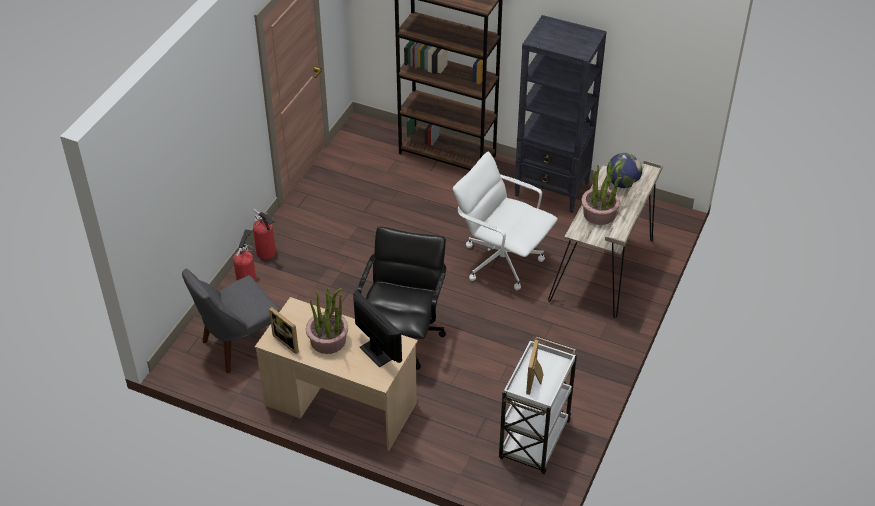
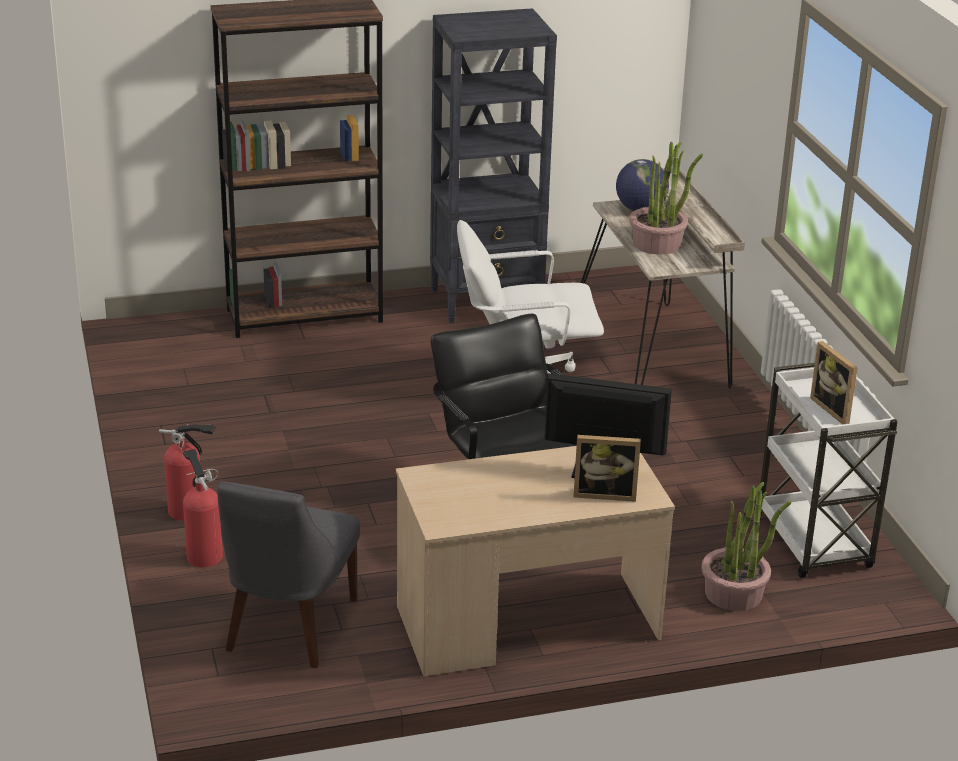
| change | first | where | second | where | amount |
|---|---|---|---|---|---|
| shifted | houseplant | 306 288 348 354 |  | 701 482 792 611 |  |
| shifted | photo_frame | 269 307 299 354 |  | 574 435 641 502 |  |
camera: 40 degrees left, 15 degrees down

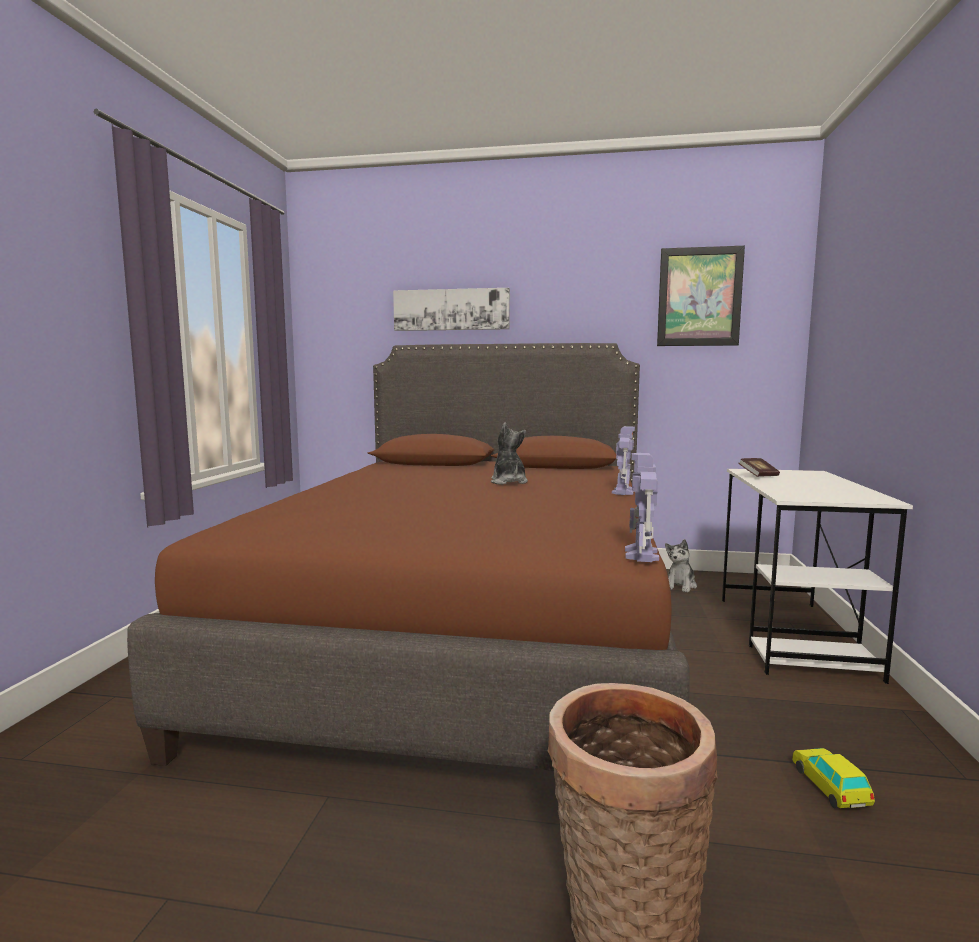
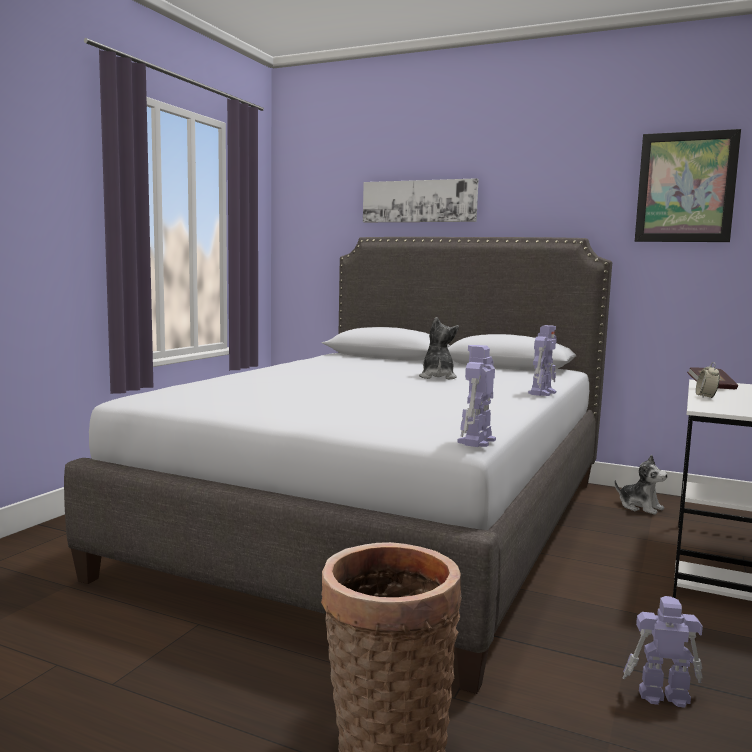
| change | first | where | second | where | amount |
|---|---|---|---|---|---|
| repainted | brownish_sleeping_bed | 127 343 689 771 | grey_sleeping_bed | 64 237 612 694 |  |
| rotated | plush_toy | 665 539 697 592 |  | 615 455 668 515 | 90 degrees counterclockwise |
| swapped | miniature_car | 792 748 875 808 | model_robot | 623 596 703 708 |  |
| new |  |  | table_clock | 696 362 720 398 |  |
camera: 15 degrees right, 0 degrees up

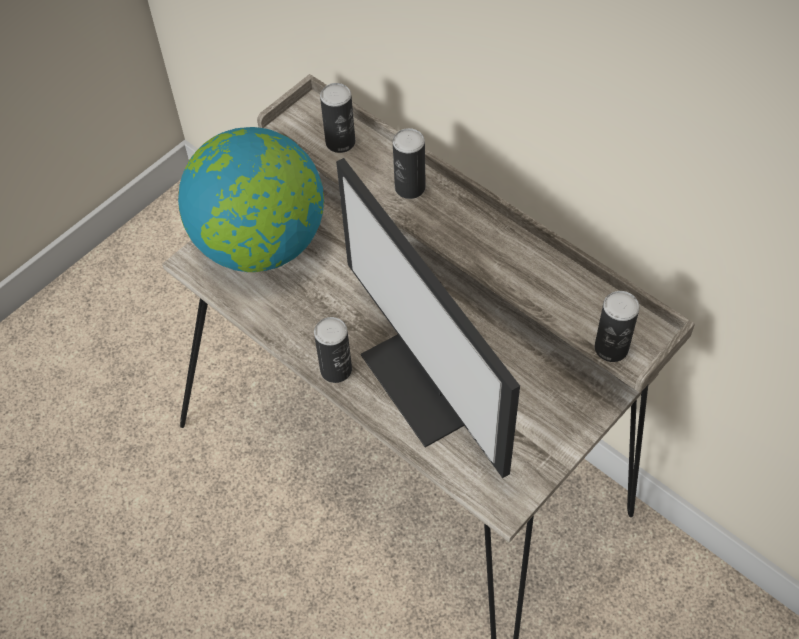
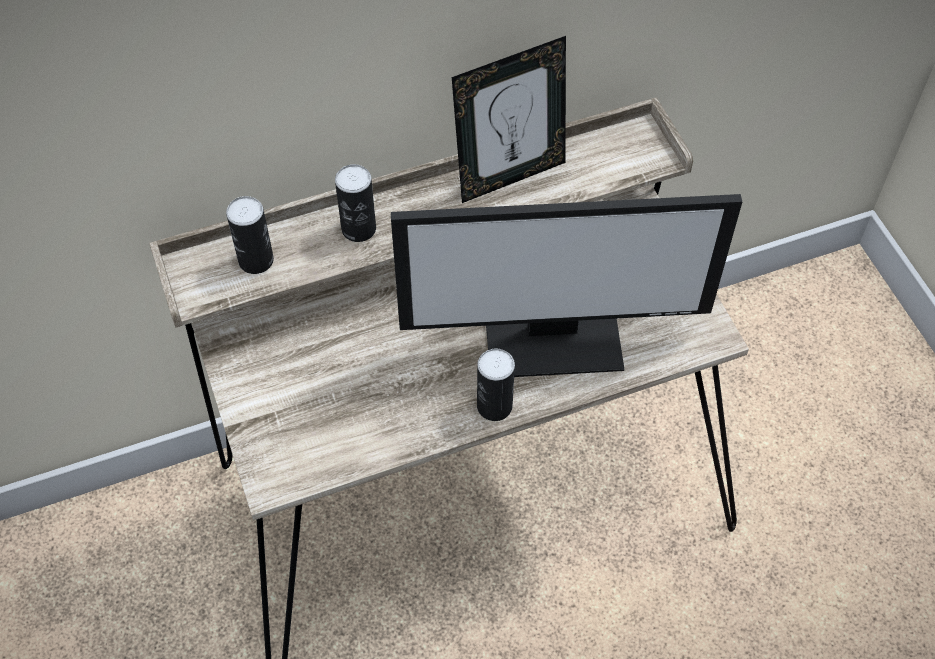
| change | first | where | second | where | amount |
|---|---|---|---|---|---|
| gone | world_globe | 178 127 324 272 |  |  |  |
| gone | sealed_can | 595 291 640 362 |  |  |  |
| new |  |  | photo_frame | 452 36 566 203 |  |
camera: 65 degrees left, 0 degrees up

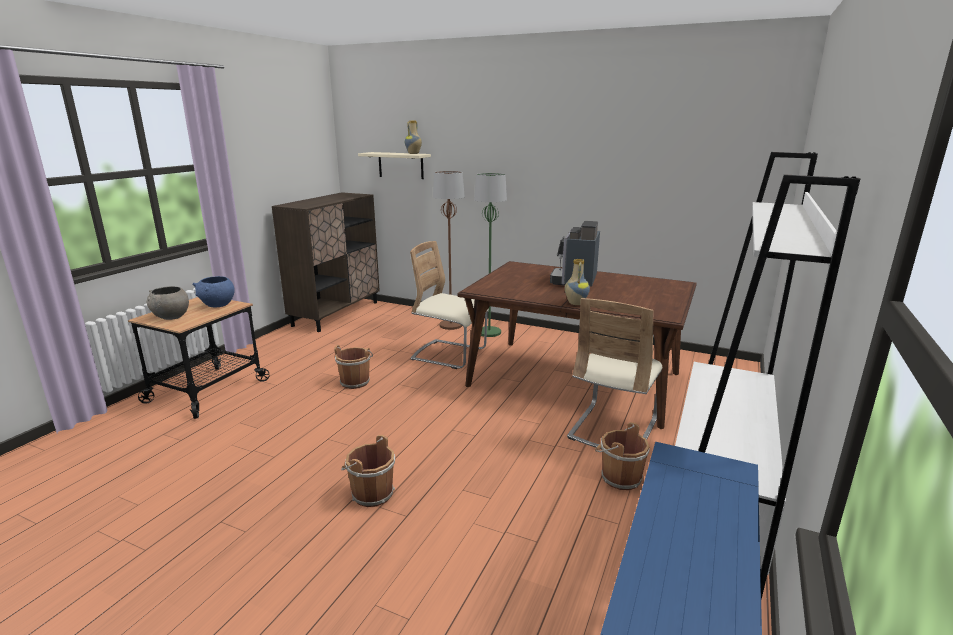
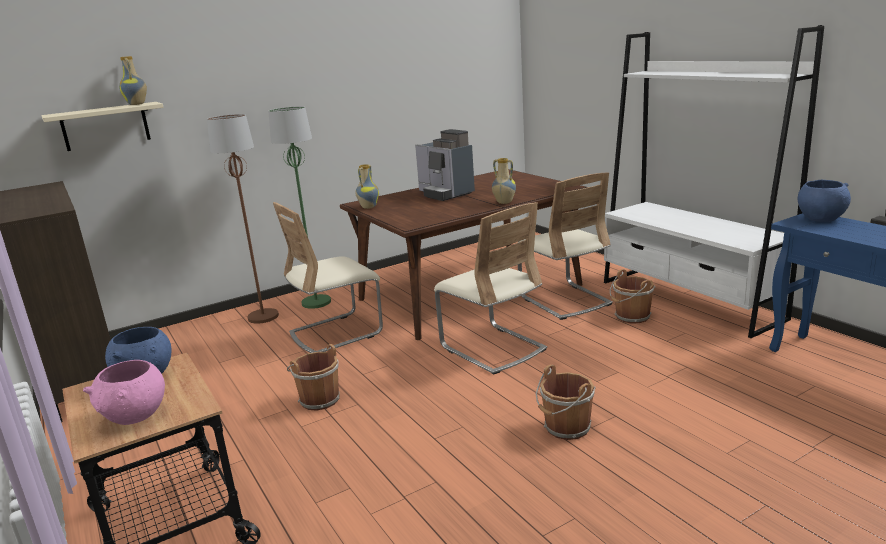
| change | first | where | second | where | amount |
|---|---|---|---|---|---|
| repainted | grey_deep_dish | 147 286 189 320 | pinkish_deep_dish | 83 360 165 425 |  |
| new |  |  | flower_vase | 356 164 379 209 |  |
| new |  |  | blue-coloured_deep_dish | 798 179 851 222 |  |
| new |  |  | sand-coloured_plain_chair | 434 202 547 375 |  |
camera: 55 degrees left, 0 degrees up

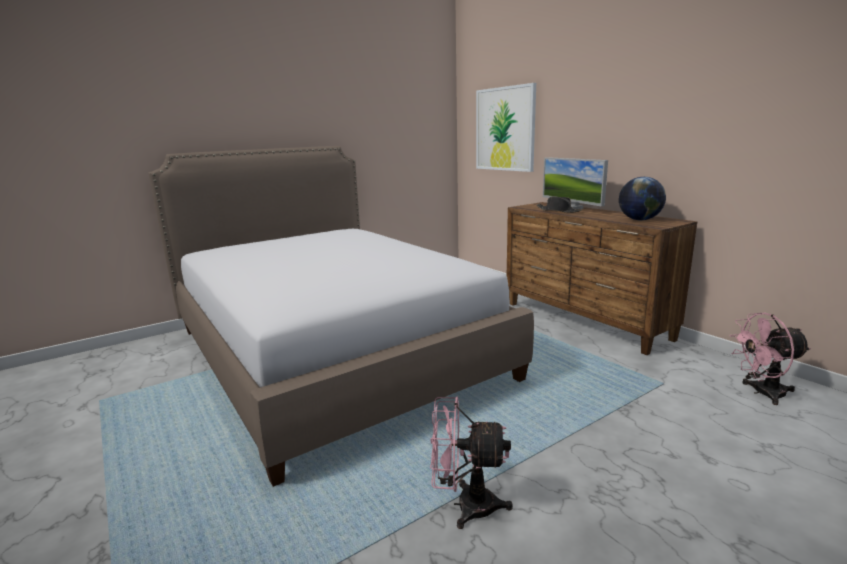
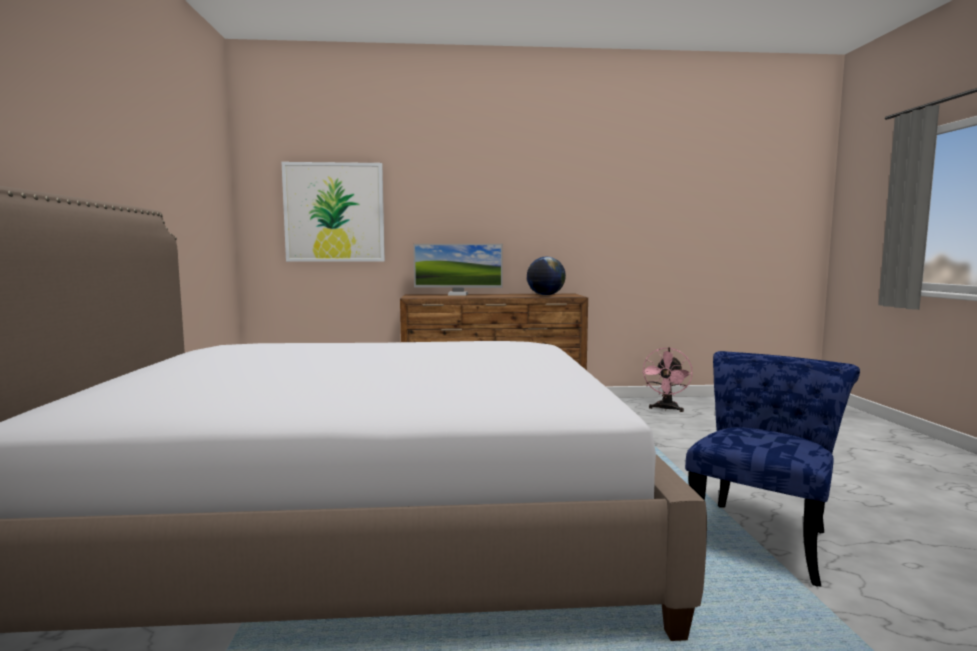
| change | first | where | second | where | amount |
|---|---|---|---|---|---|
| gone | black-coloured_clothing_hat | 536 196 582 213 |  |  |  |
| swapped | pinkish_fan | 430 396 513 529 | blue-coloured_plain_chair | 685 351 860 587 |  |
camera: 60 degrees left, 10 degrees down

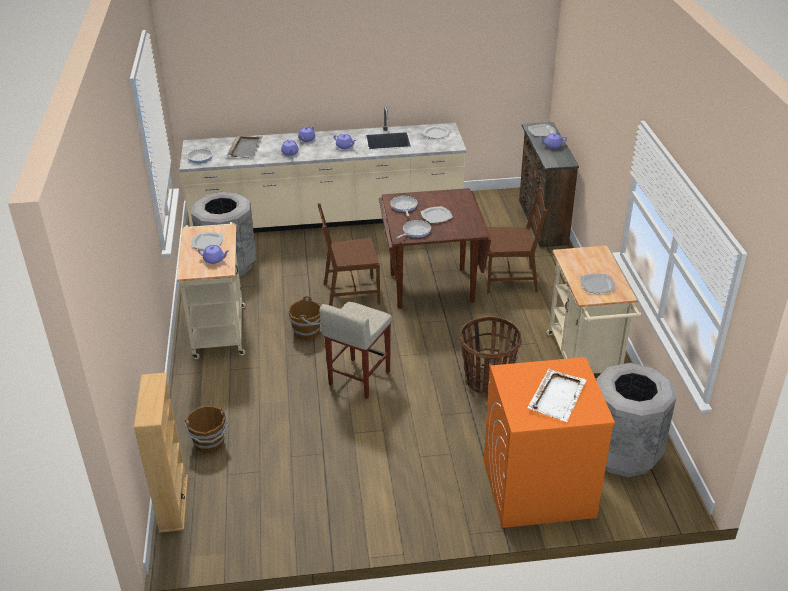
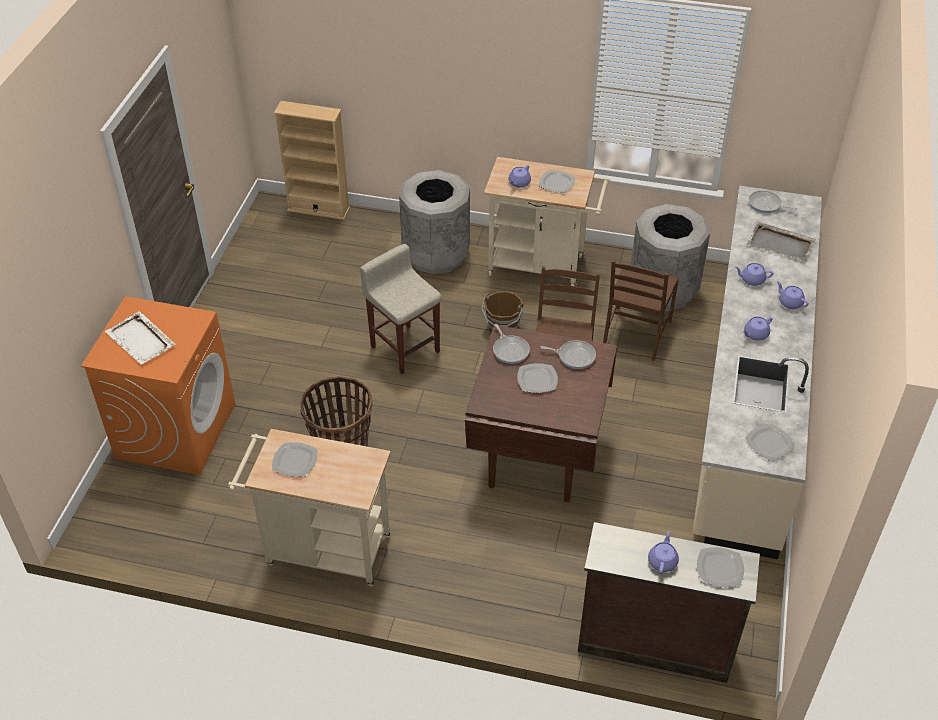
| change | first | where | second | where | amount |
|---|---|---|---|---|---|
| shifted | brownish_plain_chair | 485 187 547 293 |  | 603 260 679 361 |  |
| shifted | grey_waste_bin | 596 363 676 477 |  | 399 170 470 274 |  |
| gone | brownish_bucket | 185 405 229 453 |  |  |  |
camera: 110 degrees right, 10 degrees up

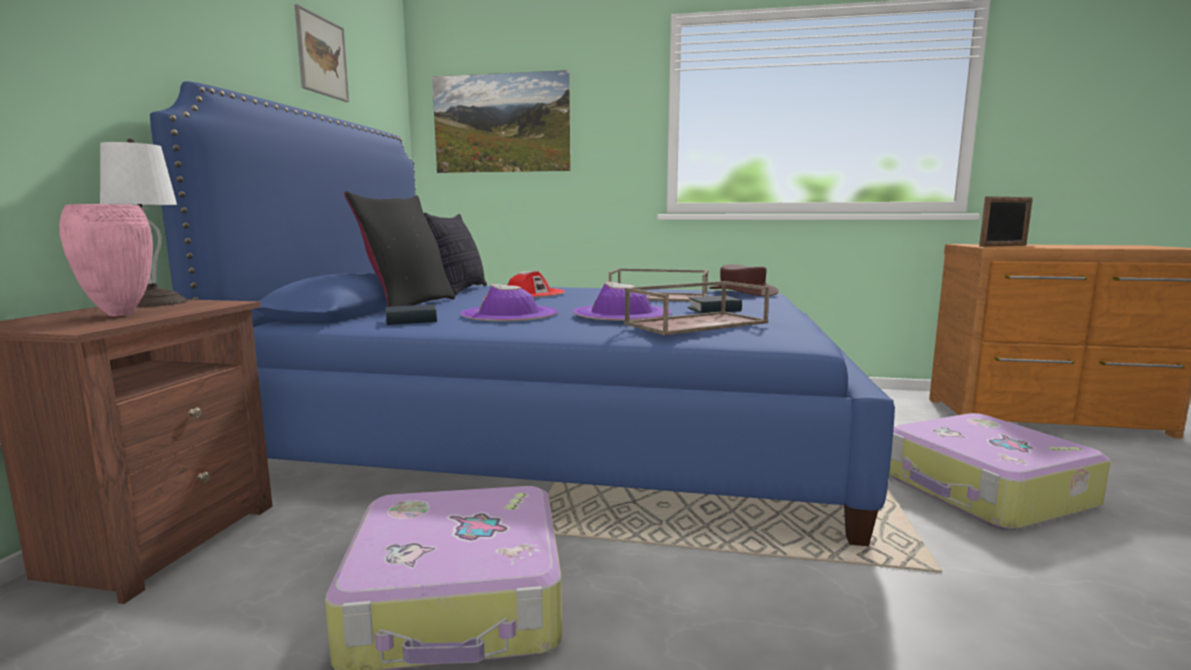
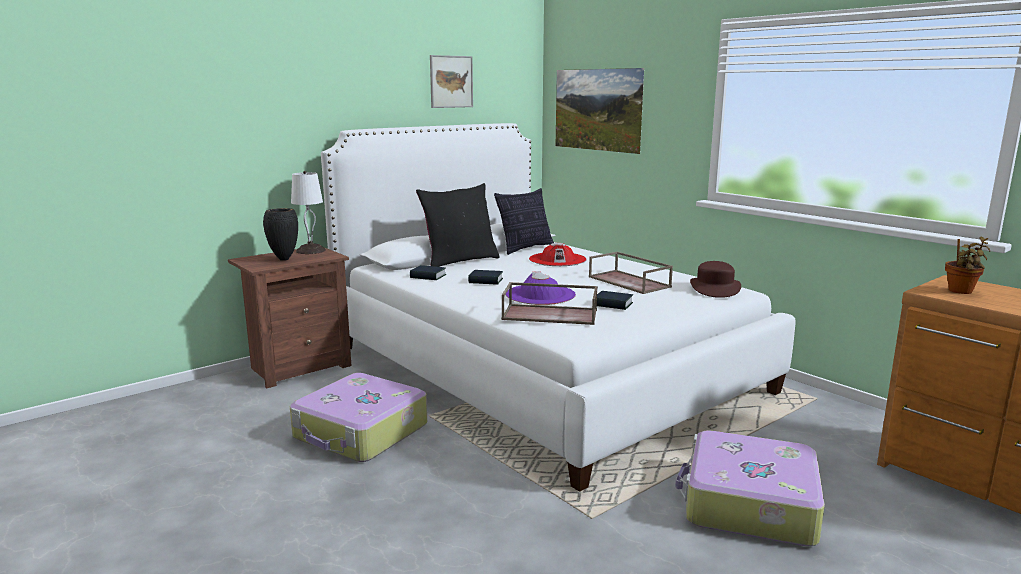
| change | first | where | second | where | amount |
|---|---|---|---|---|---|
| repainted | blue-coloured_sleeping_bed | 150 81 895 546 | whitish_sleeping_bed | 321 123 796 492 |  |
| swapped | photo_frame | 979 196 1033 247 | houseplant | 945 237 990 294 |  |
| repainted | pinkish_flower_vase | 59 204 153 316 | black-coloured_flower_vase | 263 208 298 261 |  |
| swapped | purplish_clothing_hat | 460 284 558 321 | book | 468 270 503 285 |  |
camera: 40 degrees right, 5 degrees up

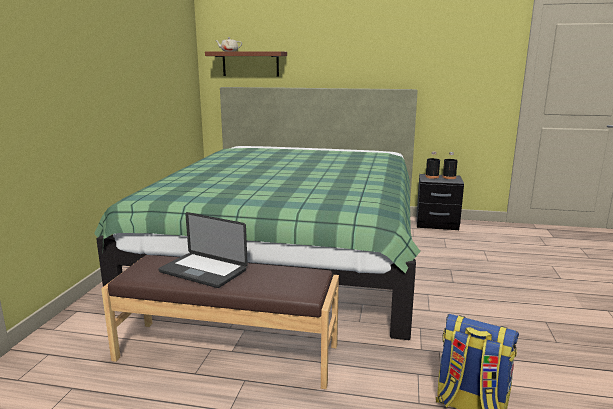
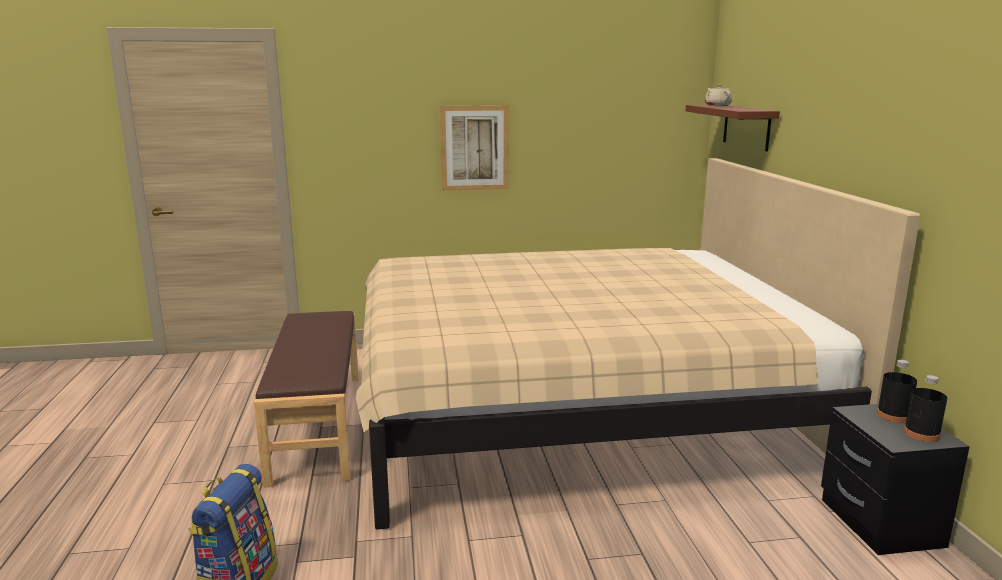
| change | first | where | second | where | amount |
|---|---|---|---|---|---|
| repainted | green_sleeping_bed | 94 87 421 340 | sand-coloured_sleeping_bed | 356 158 920 530 |  |
| gone | notebook_computer | 158 212 248 288 |  |  |  |
| new |  |  | picture | 440 105 509 191 |  |
camera: 70 degrees right, 0 degrees up

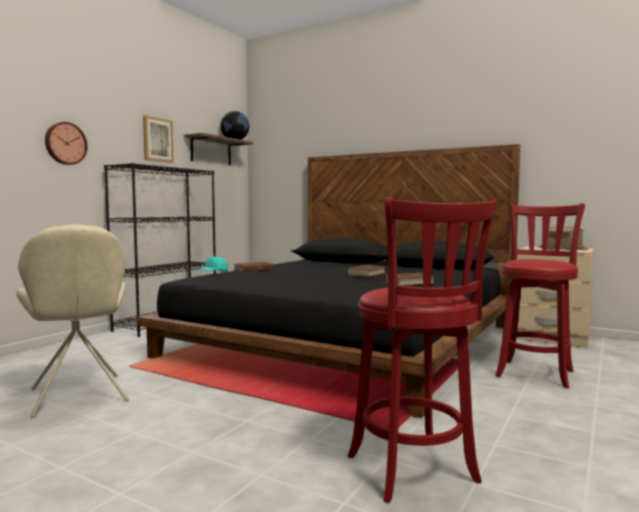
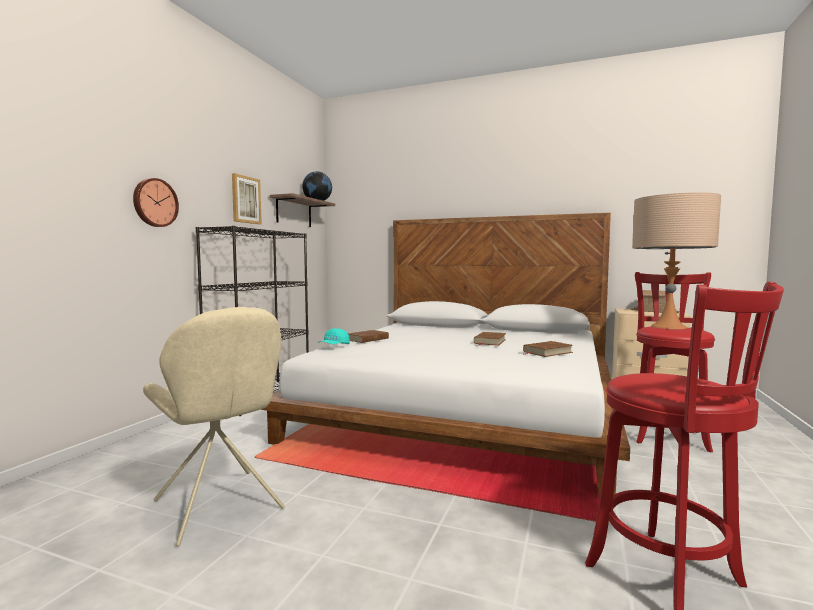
| change | first | where | second | where | amount |
|---|---|---|---|---|---|
| repainted | black-coloured_sleeping_bed | 137 144 520 418 | whitish_sleeping_bed | 261 213 630 499 |  |
| new |  |  | sand-coloured_tabletop_lamp | 632 192 721 329 |  |
camera: 10 degrees left, 0 degrees up

